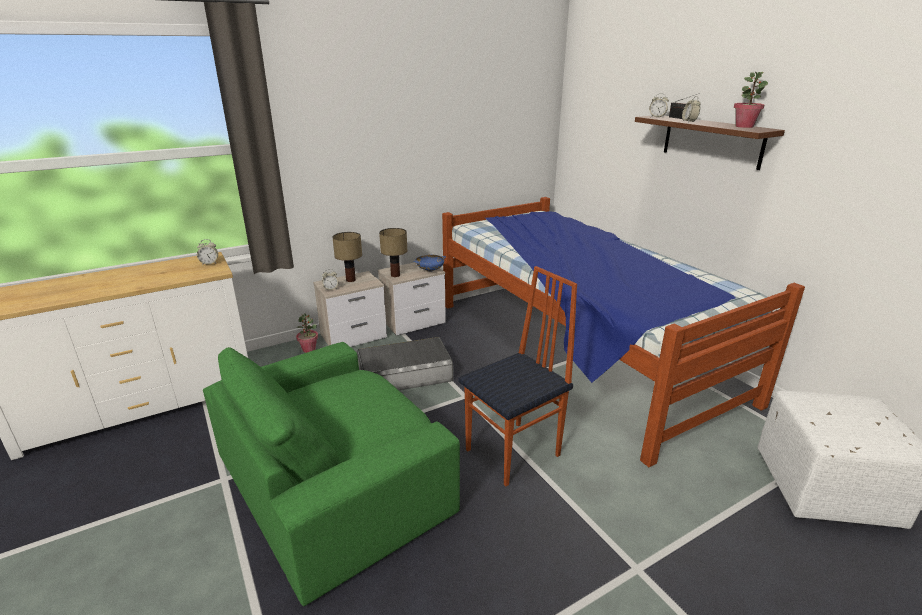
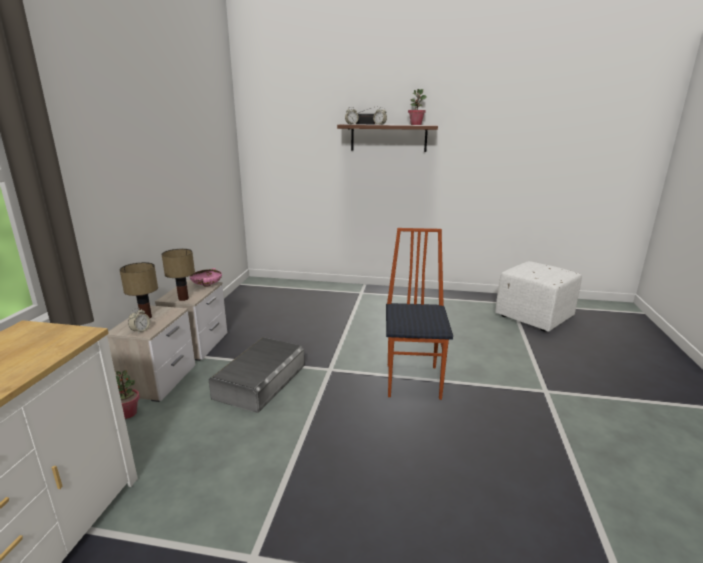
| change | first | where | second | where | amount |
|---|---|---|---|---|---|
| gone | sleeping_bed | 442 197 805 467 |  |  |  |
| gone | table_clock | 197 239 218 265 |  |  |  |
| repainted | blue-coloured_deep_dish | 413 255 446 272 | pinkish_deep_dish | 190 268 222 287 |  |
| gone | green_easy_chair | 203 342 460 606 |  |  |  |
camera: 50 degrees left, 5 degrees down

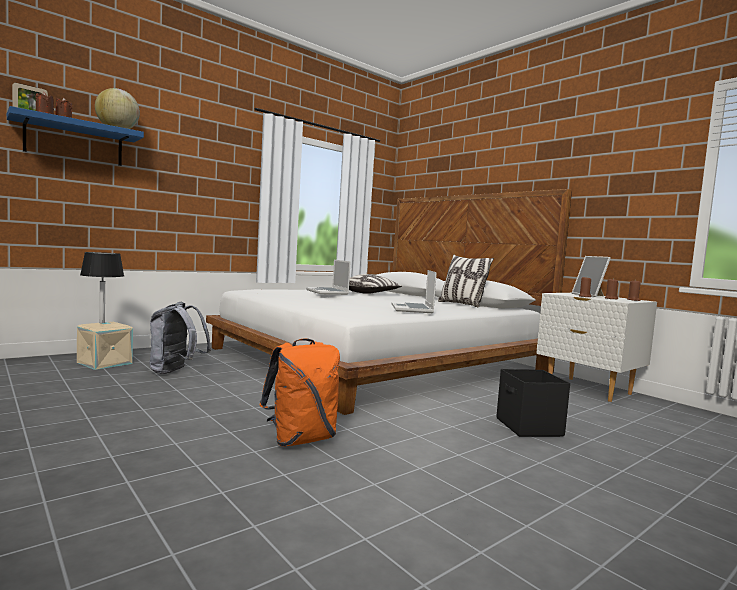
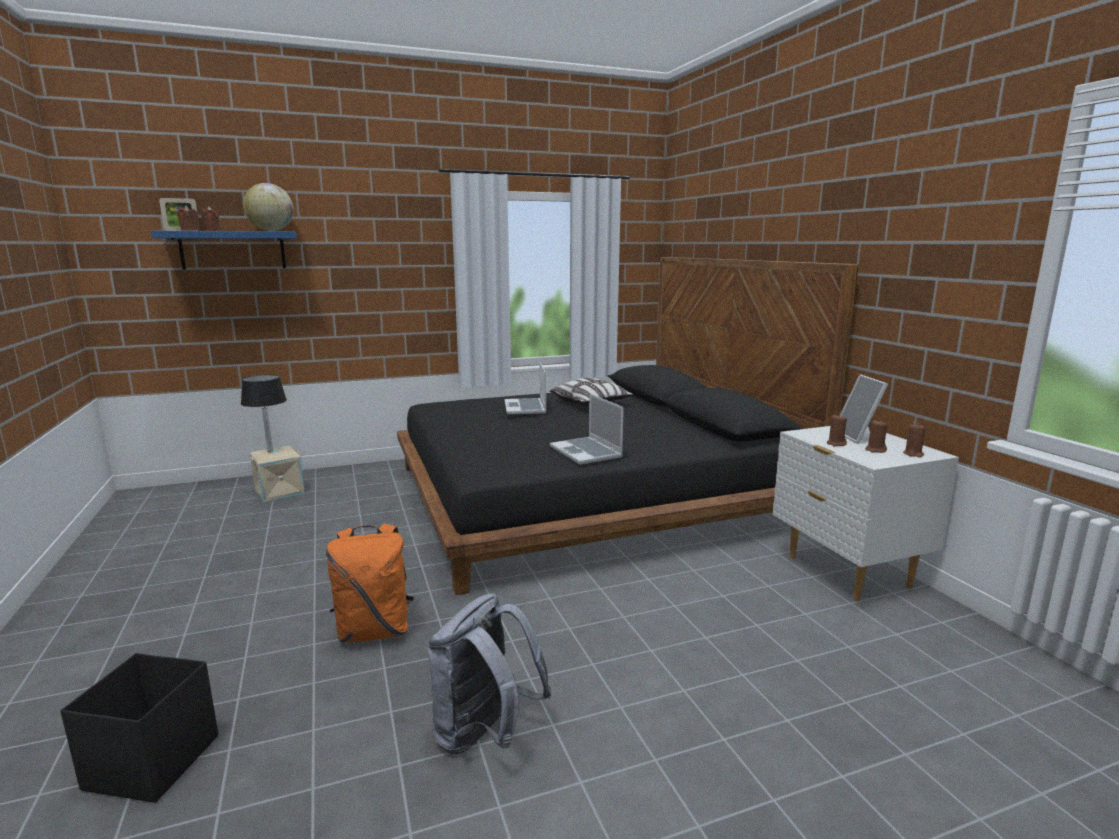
| change | first | where | second | where | amount |
|---|---|---|---|---|---|
| repainted | whitish_sleeping_bed | 206 189 572 415 | black-coloured_sleeping_bed | 397 257 859 595 |  |
| gone | cushion | 438 255 494 307 |  |  |  |
| rotated | notebook_computer | 392 270 437 313 |  | 550 394 624 465 | 45 degrees counterclockwise |
| shifted | grey_backpack | 149 302 211 374 |  | 428 593 551 754 |  |
| shifted | black-coloured_storage_box | 496 369 570 437 |  | 60 653 218 803 |  |
camera: 20 degrees right, 10 degrees up

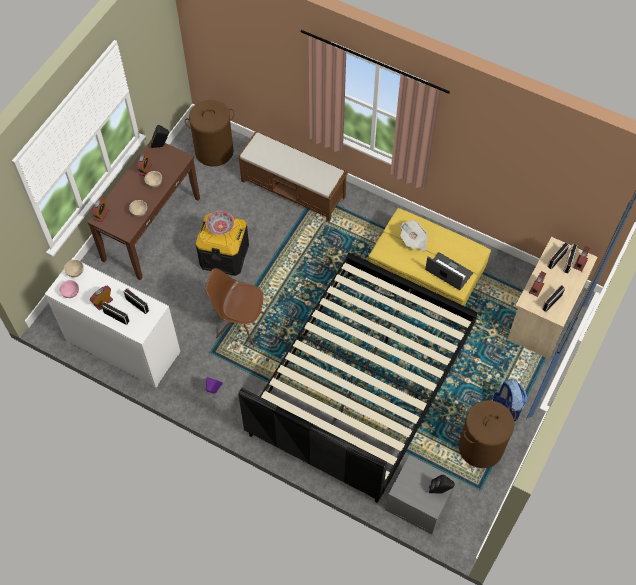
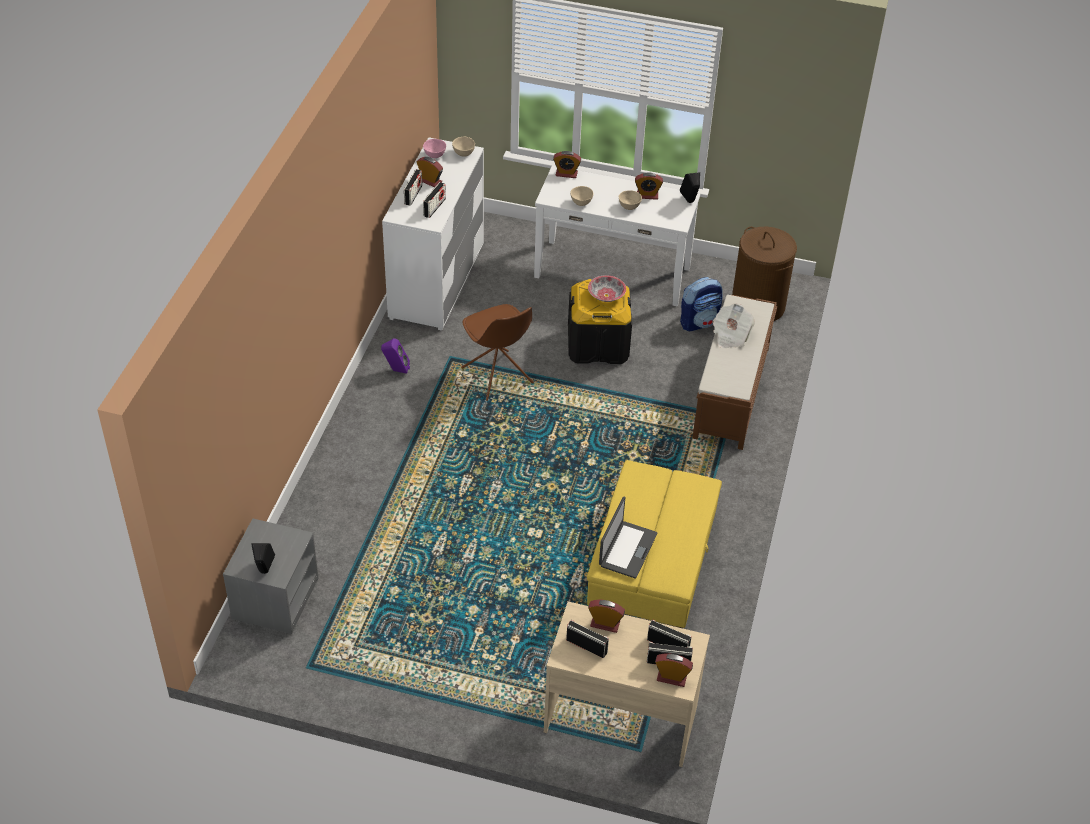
| change | first | where | second | where | amount |
|---|---|---|---|---|---|
| repainted | brownish_narrow_table | 87 140 200 280 | whitish_narrow_table | 534 165 700 306 |  |
| shifted | printed_paper | 400 220 429 251 |  | 713 303 755 348 |  |
| gone | black-coloured_sleeping_bed | 238 253 477 503 |  |  |  |
| rotated | brownish_plain_chair | 205 268 265 347 |  | 461 304 534 401 | 150 degrees clockwise |
| shifted | backpack | 493 379 527 421 |  | 680 277 723 331 |  |
| gone | brownish_laundry_basket | 459 400 516 468 |  |  |  |
camera: 75 degrees right, 15 degrees down

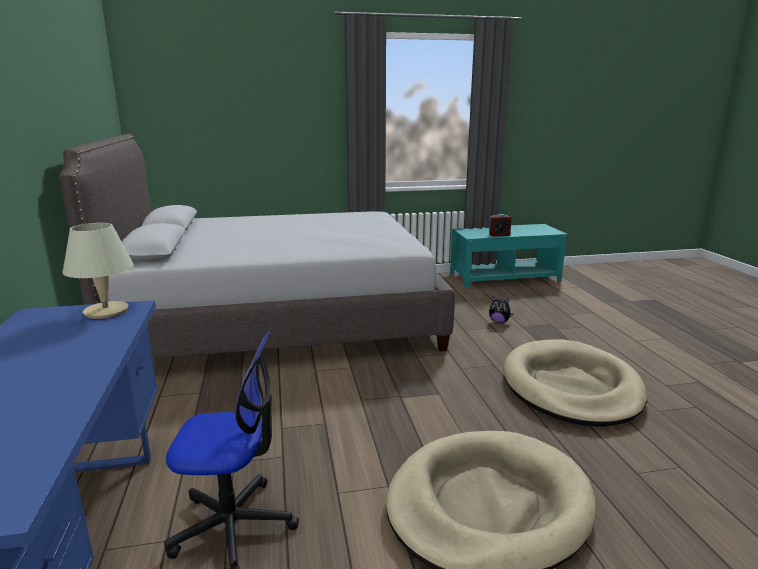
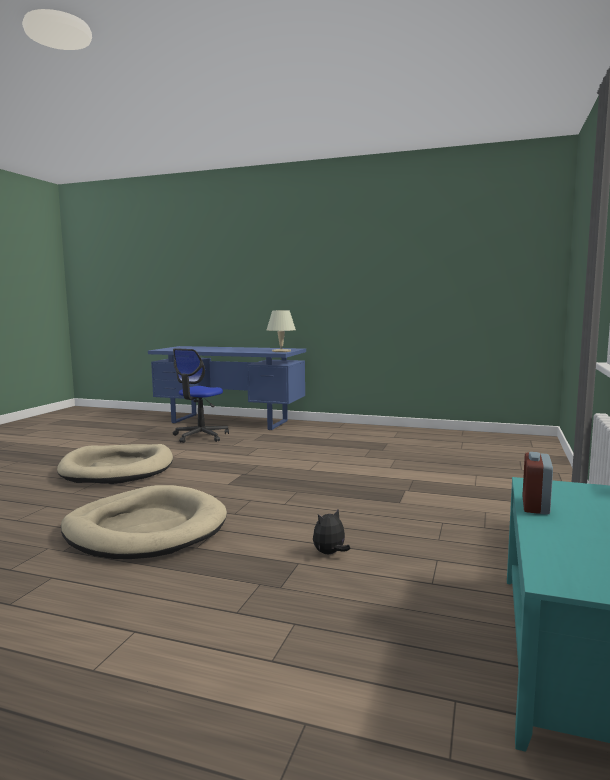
| change | first | where | second | where | amount |
|---|---|---|---|---|---|
| gone | grey_sleeping_bed | 59 134 455 359 |  |  |  |
camera: 120 degrees right, 10 degrees down

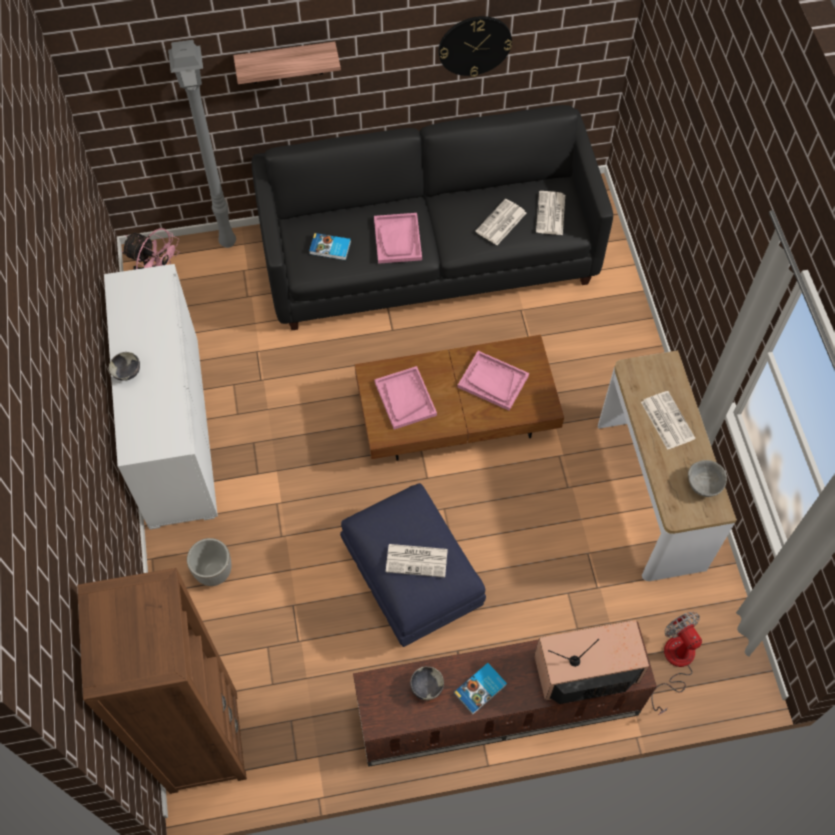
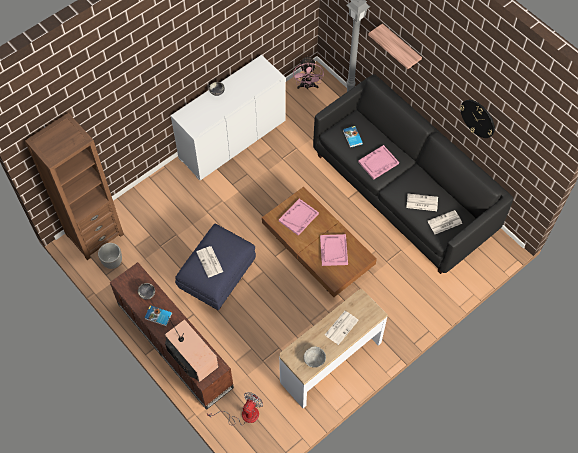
| change | first | where | second | where | amount |
|---|---|---|---|---|---|
| shifted | plant_pot | 187 538 231 586 |  | 98 243 122 269 |  |
camera: 60 degrees right, 0 degrees up

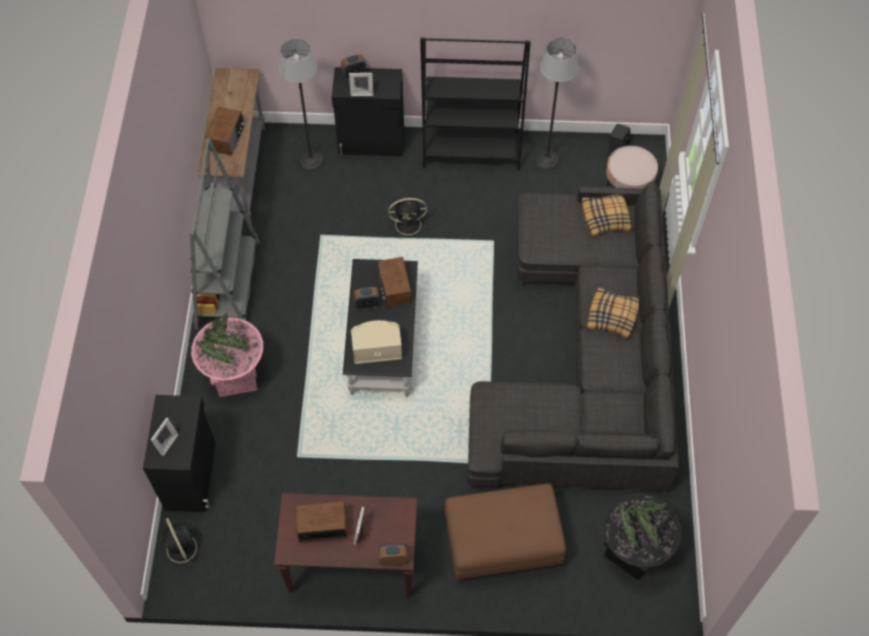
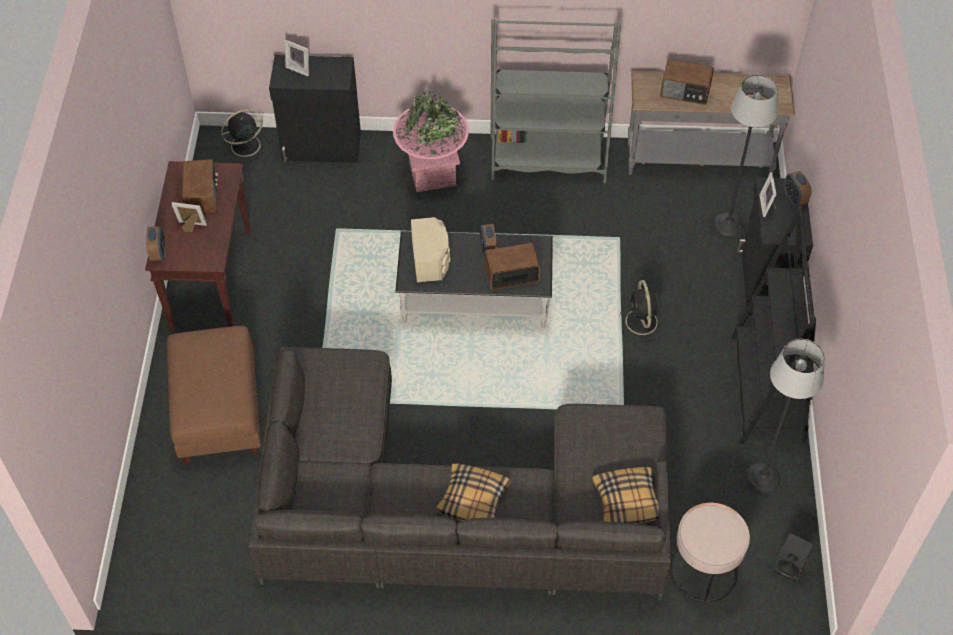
| change | first | where | second | where | amount |
|---|---|---|---|---|---|
| gone | black-coloured_plant_pot | 603 493 681 580 |  |  |  |
camera: 90 degrees right, 5 degrees down

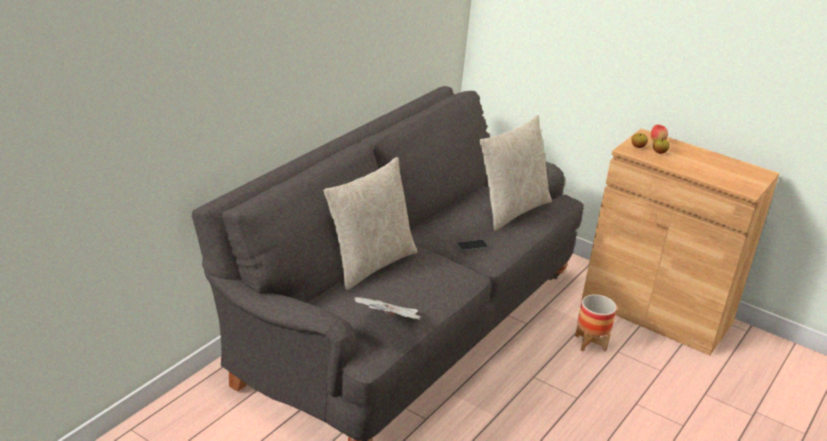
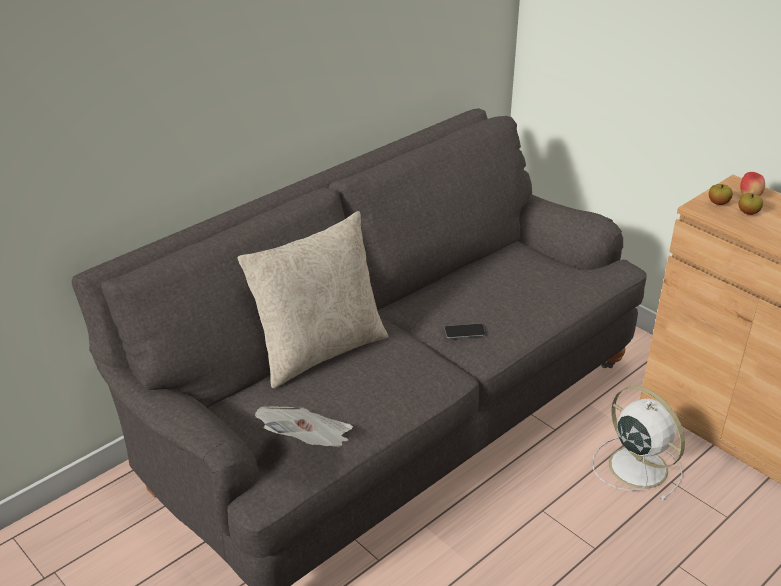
| change | first | where | second | where | amount |
|---|---|---|---|---|---|
| gone | sand-coloured_cushion | 480 115 552 231 |  |  |  |
| swapped | plant_pot | 575 294 617 352 | whitish_fan | 592 386 685 501 |  |
camera: 15 degrees right, 5 degrees up

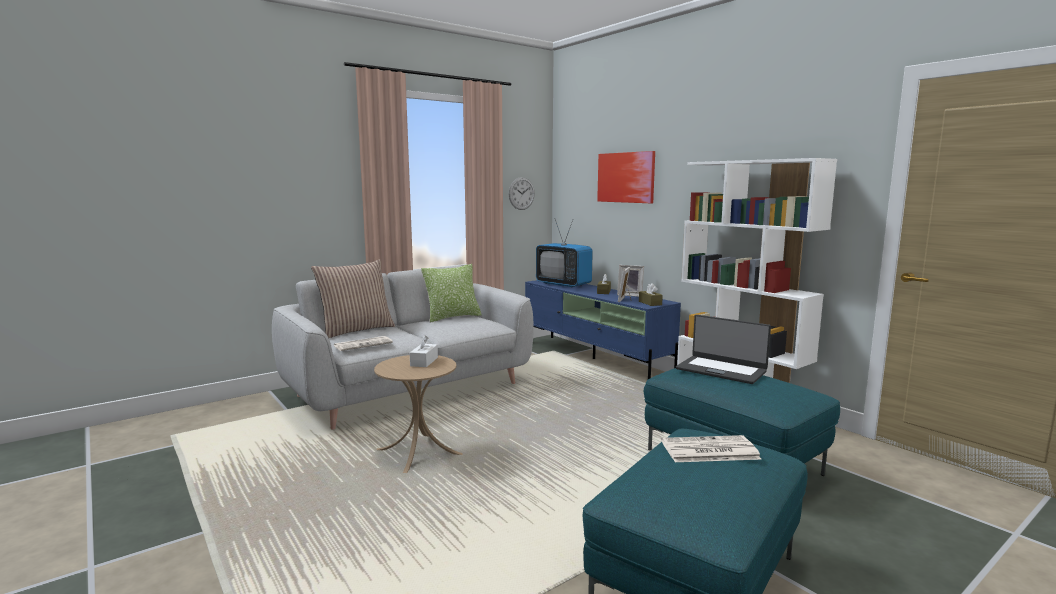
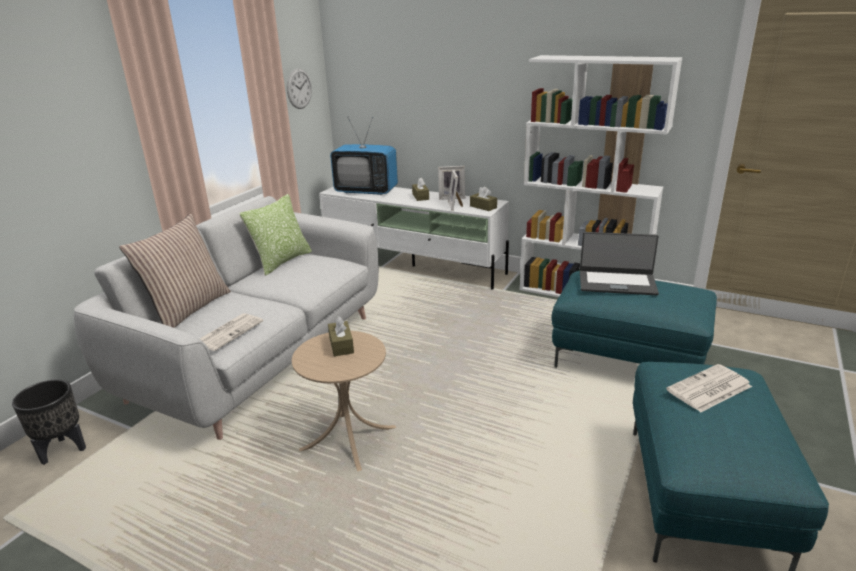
| change | first | where | second | where | amount |
|---|---|---|---|---|---|
| gone | picture | 597 151 655 203 |  |  |  |
| repainted | blue-coloured_tv_unit | 525 280 681 379 | whitish_tv_unit | 319 187 509 290 |  |
| repainted | whitish_box_of_tissues | 410 335 438 367 | brownish_box_of_tissues | 328 316 354 356 |  |
| new |  |  | black-coloured_plant_pot | 12 379 86 465 |  |
camera: 25 degrees left, 15 degrees up

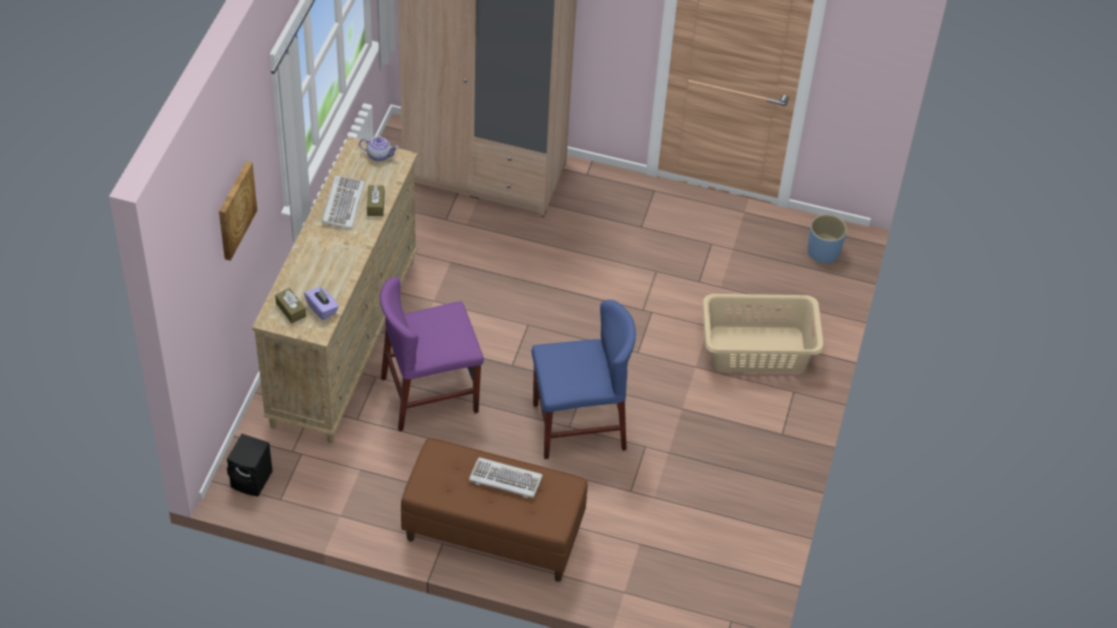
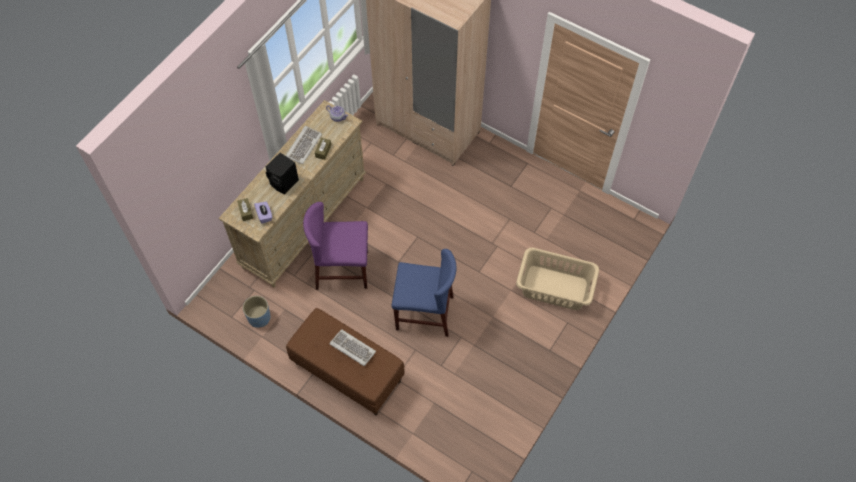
| change | first | where | second | where | amount |
|---|---|---|---|---|---|
| gone | picture | 219 161 257 261 |  |  |  |
| shifted | blue-coloured_plant_pot | 807 214 847 264 |  | 243 296 271 328 |  |
| shifted | black-coloured_speaker | 227 434 273 496 |  | 266 153 299 194 |  |
camera: 20 degrees right, 10 degrees up

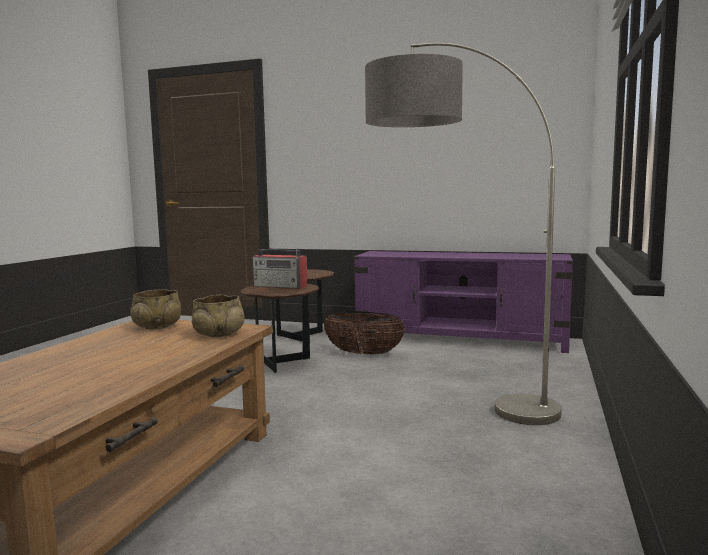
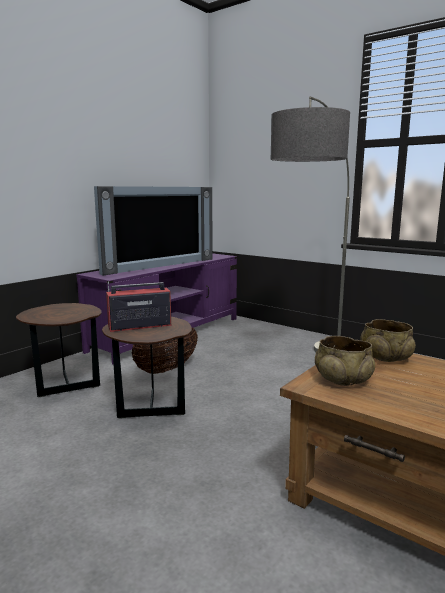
| change | first | where | second | where | amount |
|---|---|---|---|---|---|
| rotated | radio_receiver | 252 249 307 289 |  | 106 281 171 332 | 150 degrees counterclockwise |
| new |  |  | TV_set | 94 186 213 276 |  |
camera: 70 degrees left, 5 degrees up

